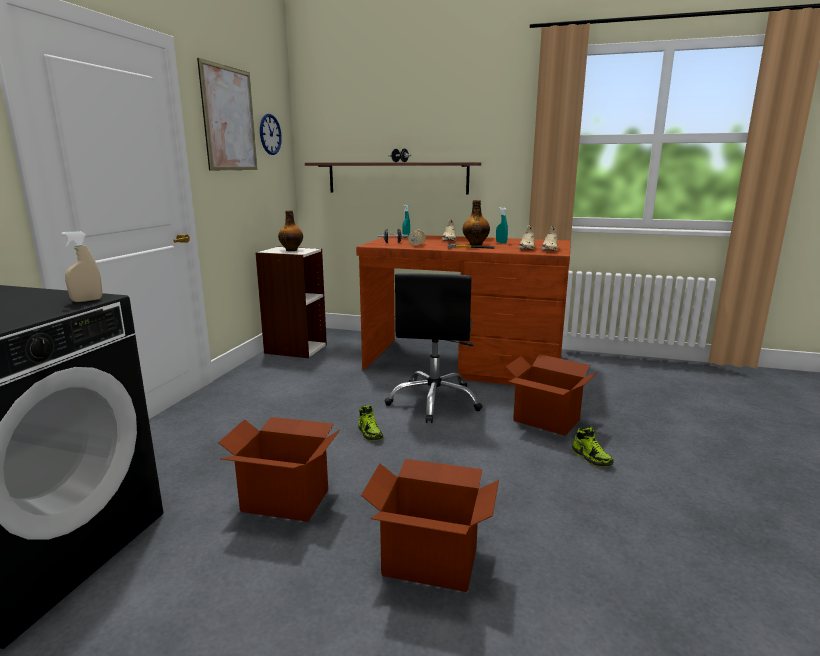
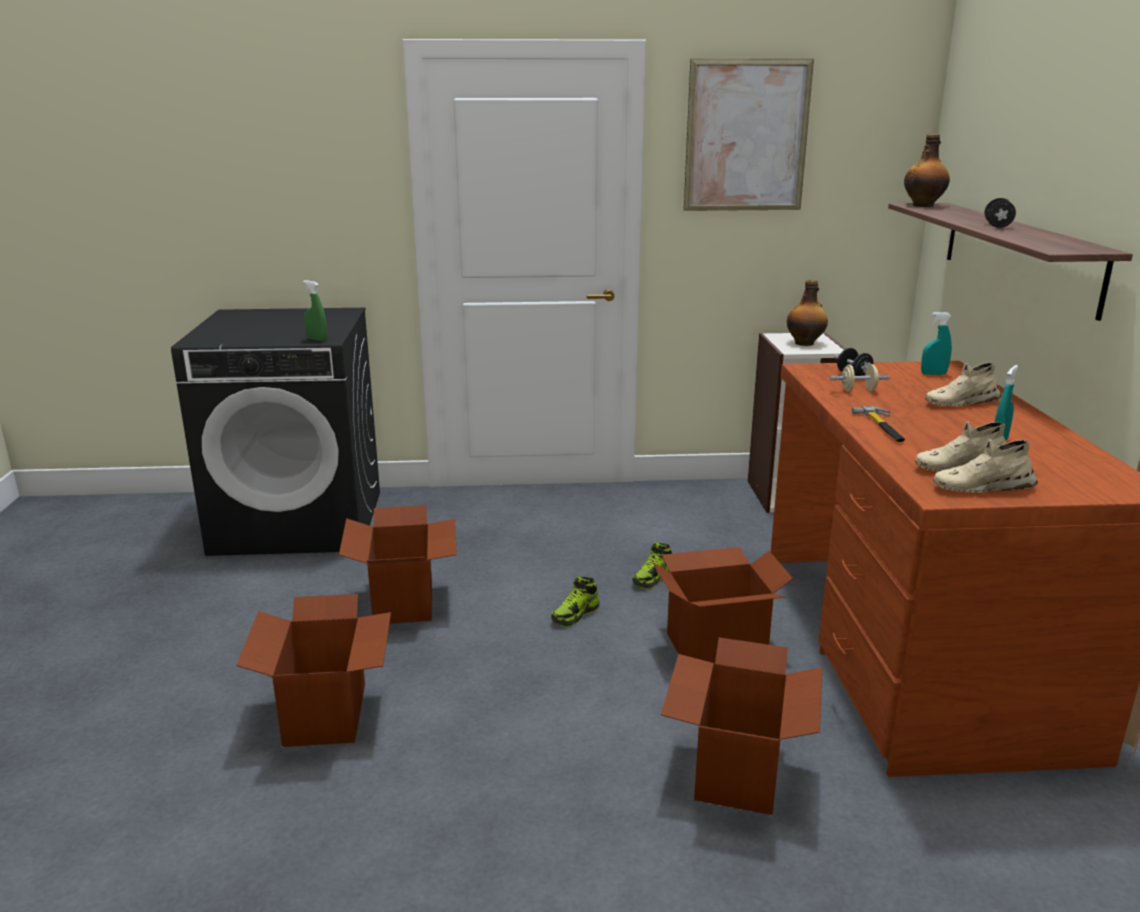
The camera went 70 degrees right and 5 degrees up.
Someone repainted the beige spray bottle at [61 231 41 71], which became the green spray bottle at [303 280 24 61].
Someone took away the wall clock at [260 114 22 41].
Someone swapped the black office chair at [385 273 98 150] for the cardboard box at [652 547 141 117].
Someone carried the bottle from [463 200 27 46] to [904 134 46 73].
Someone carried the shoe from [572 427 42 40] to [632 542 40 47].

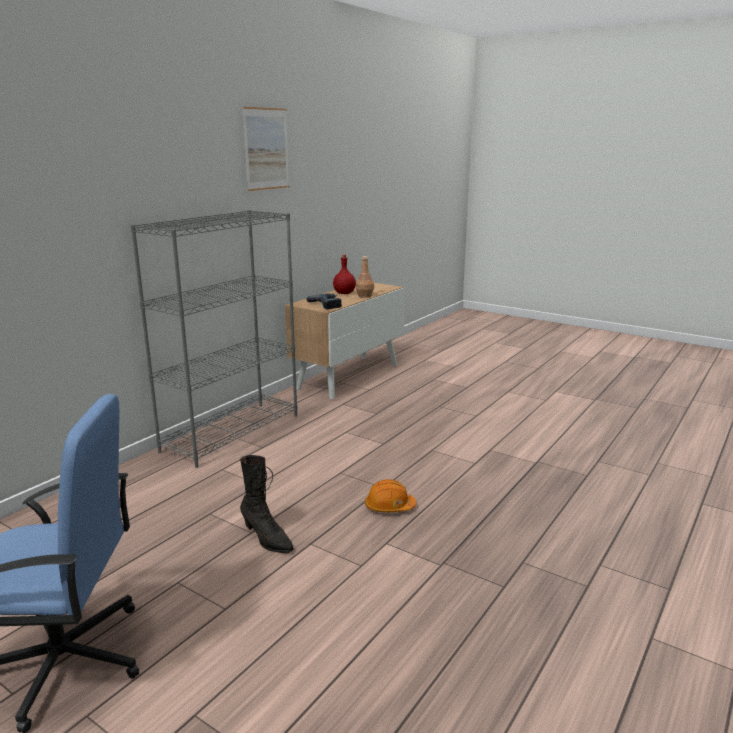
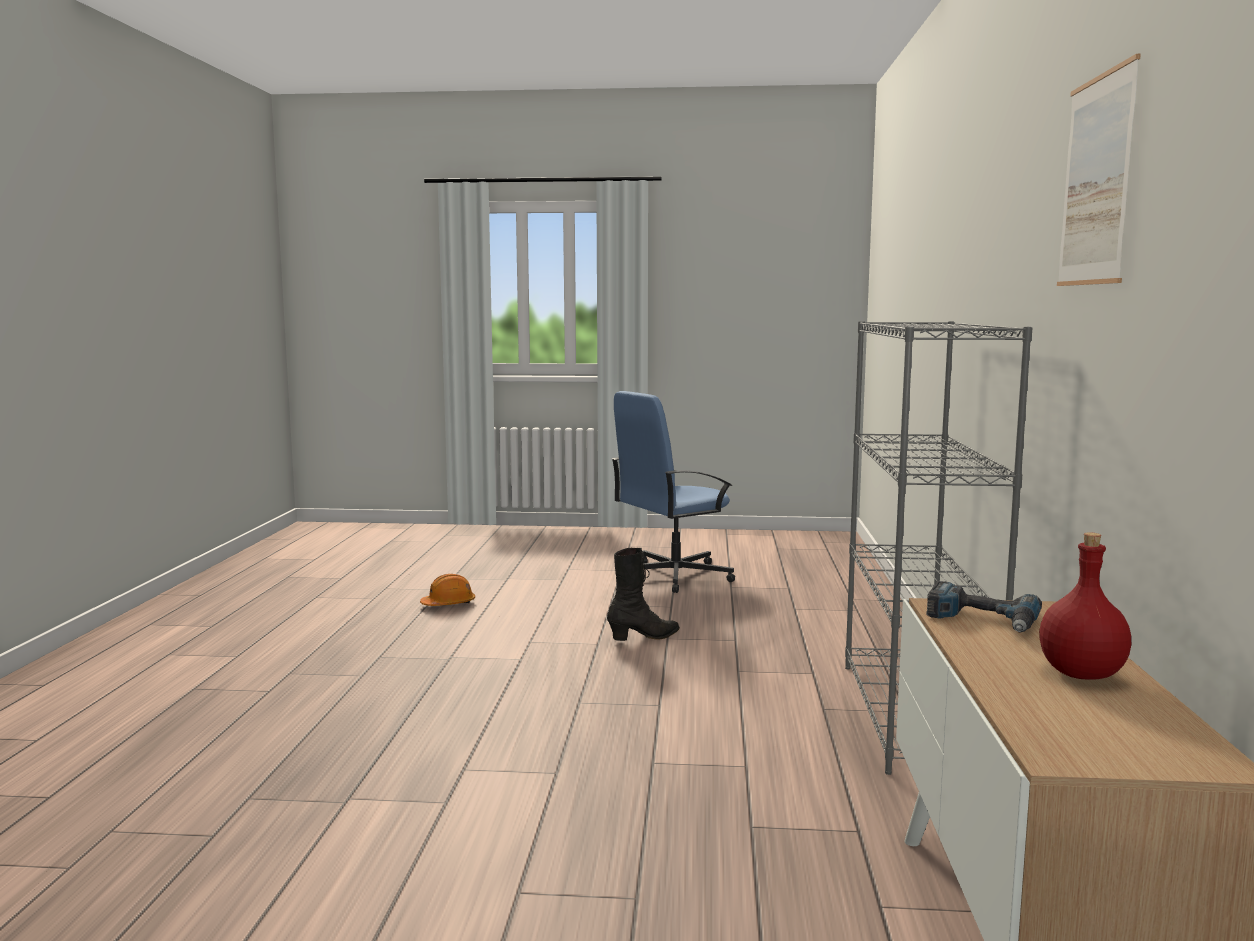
The camera went 150 degrees right and 10 degrees down.
Someone rotated the black boot at [240 455 54 98] by 135 degrees clockwise.
Someone took away the brown bottle at [356 256 18 42].
Someone carried the orange hard hat from [365 479 51 33] to [420 574 55 32].

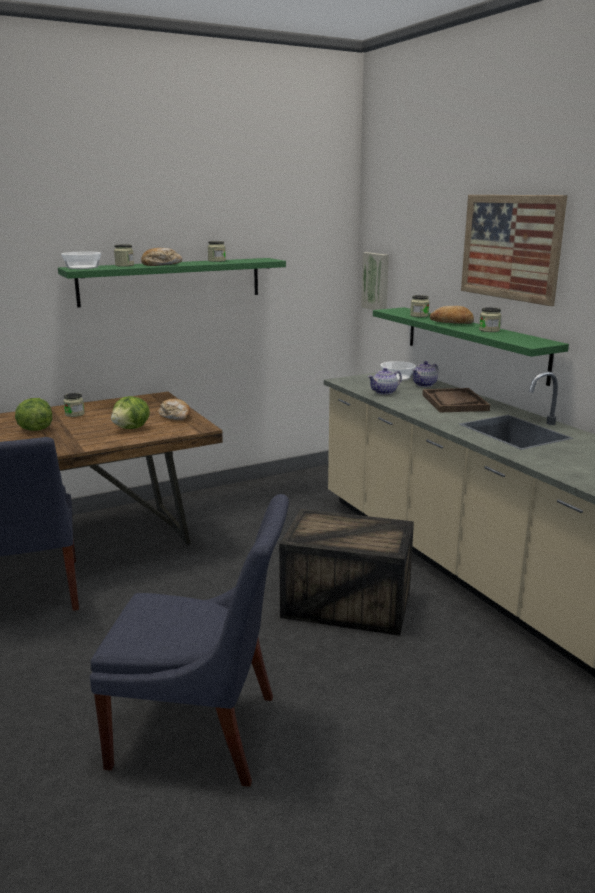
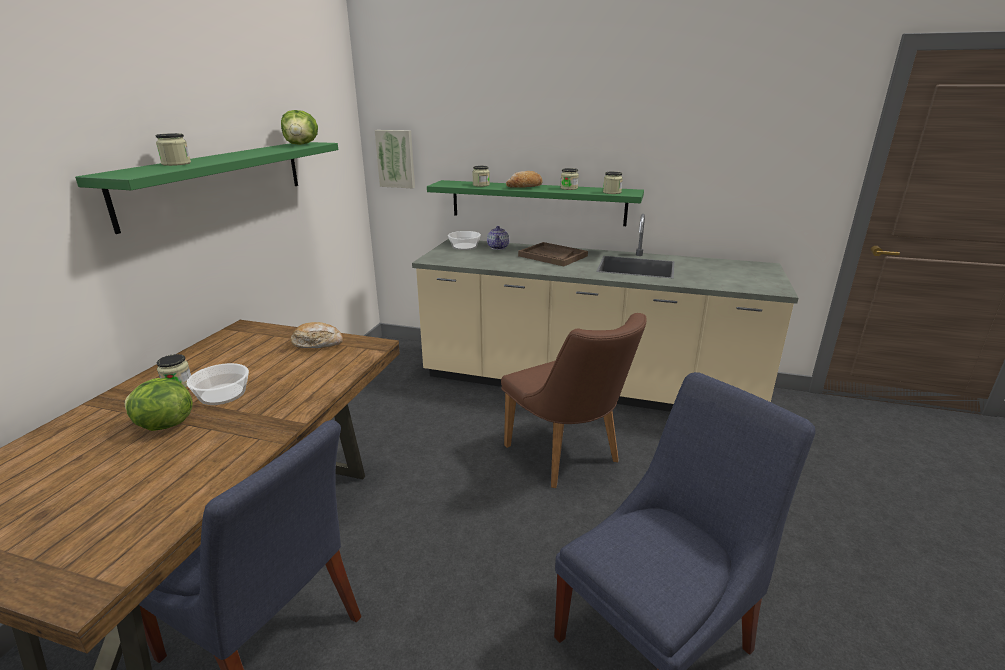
The camera went 45 degrees left and 5 degrees up.
Someone carried the bowl from [61 251 40 18] to [187 363 62 42].
Someone carried the lettuce from [111 396 39 33] to [281 110 37 35].
Someone took away the bread at [141 248 41 18].
Someone carried the jar from [208 241 18 21] to [603 171 20 23].
Someone swapped the crate at [279 509 135 127] for the brown chair at [501 313 146 175].
Someone took away the teapot at [368 368 34 27].
Someone took away the picture at [461 195 106 111].

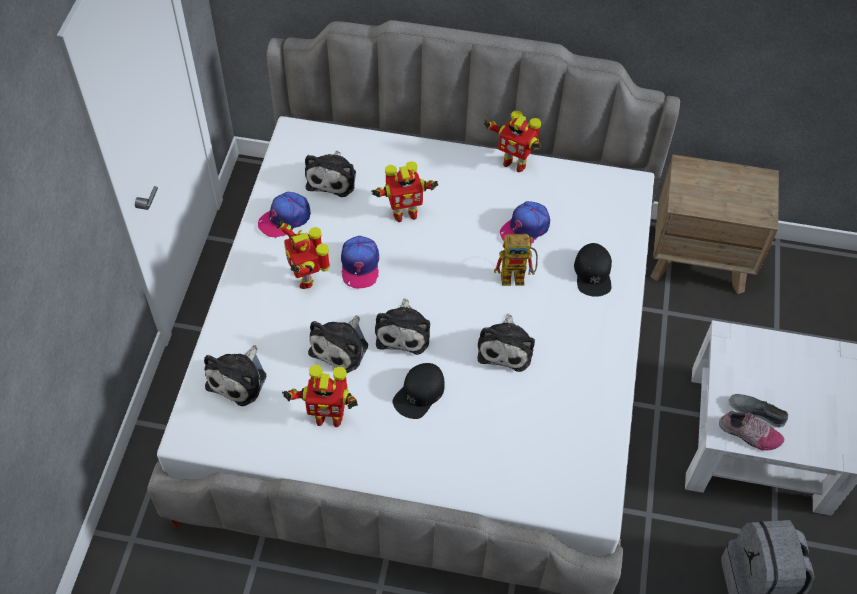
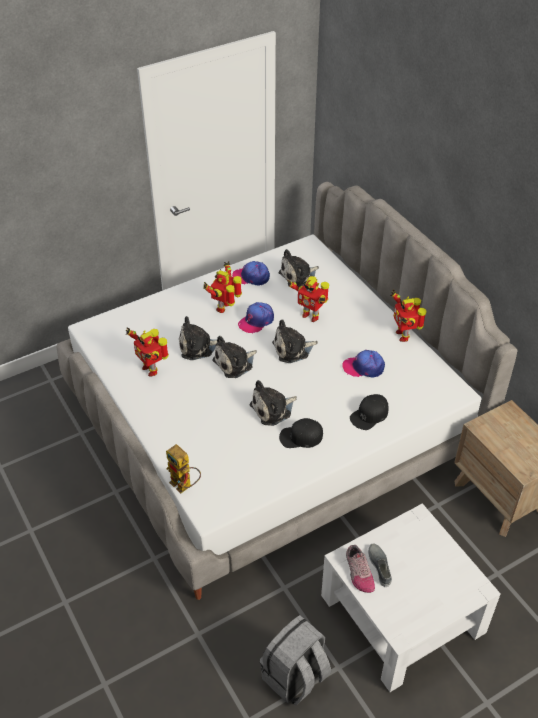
The camera went 50 degrees right and 10 degrees down.
Someone carried the plush toy from [204 345 62 61] to [272 319 46 44].
Someone carried the black cap from [393 363 52 56] to [279 418 44 30].
Someone carried the toy robot from [494 234 44 52] to [166 444 35 49].

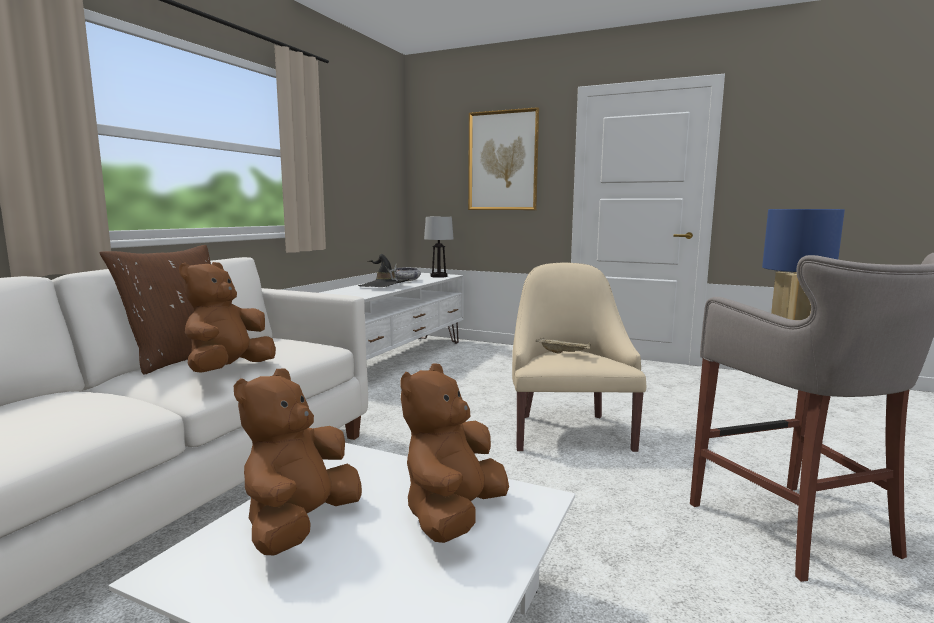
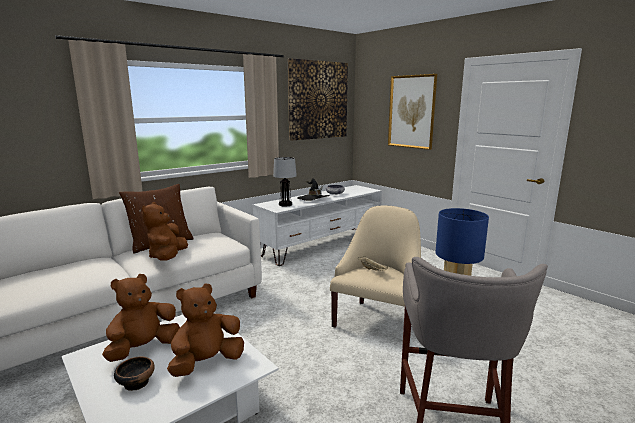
The camera went 25 degrees right and 5 degrees up.
Someone rotated the brown plush toy at [179 262 97 111] by 45 degrees counterclockwise.
Someone carried the table lamp from [424 217 30 61] to [273 157 24 50].
Someone put down the bowl at [114 356 41 35].
Someone put up the picture at [288 58 60 83].

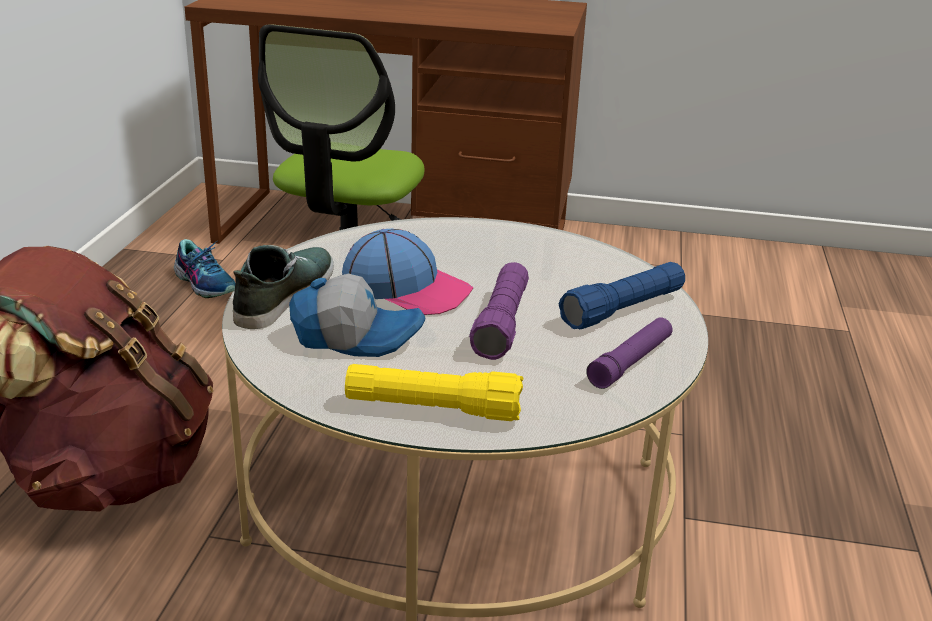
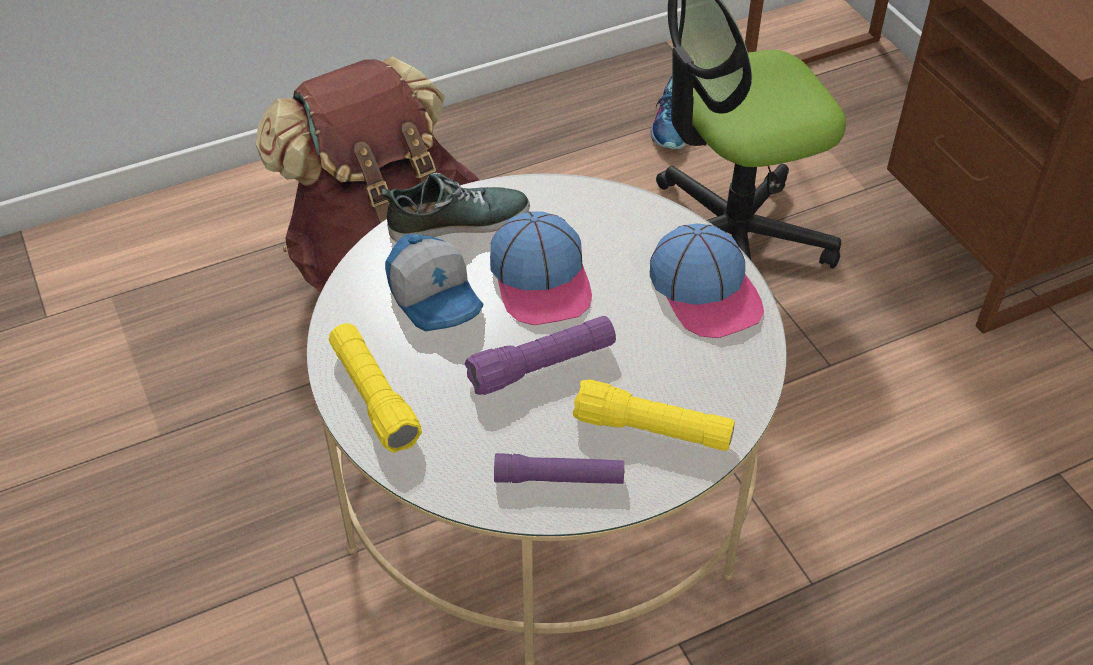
The camera went 55 degrees right and 20 degrees up.
Someone repainted the blue flashlight at [559 262 126 67], which became the yellow flashlight at [573 379 162 72].
Someone put down the cap at [650 223 114 115].

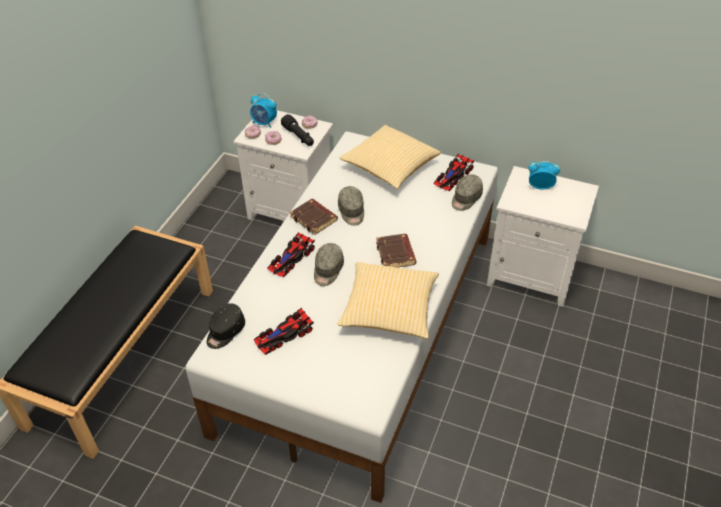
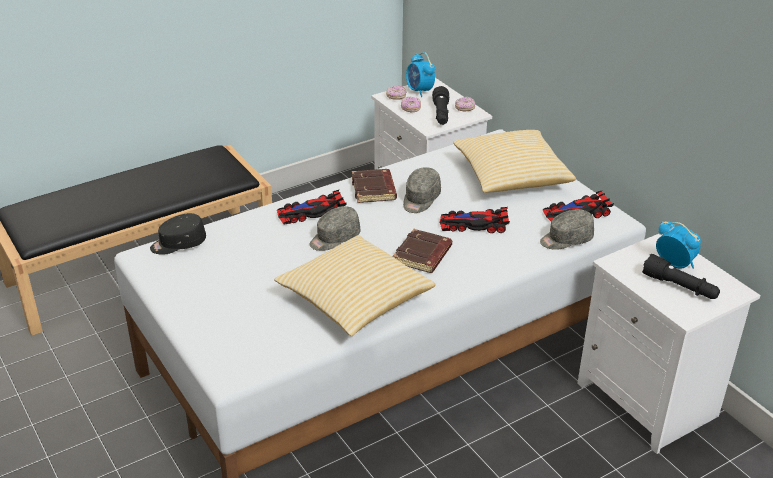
The camera went 35 degrees right and 10 degrees down.
Someone carried the toy car from [254 308 60 47] to [439 207 71 26].
Someone put down the black flashlight at [642 254 78 45].

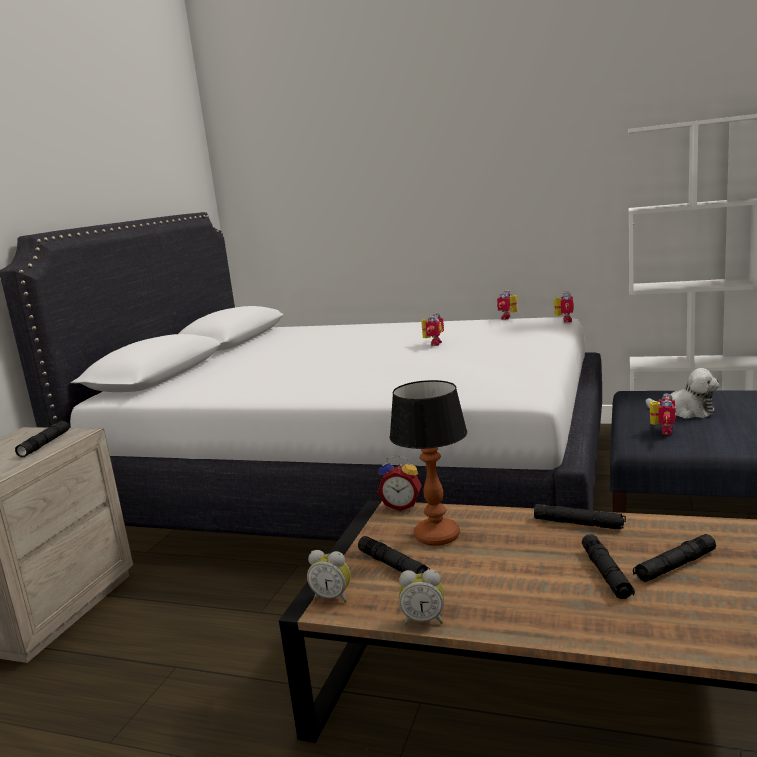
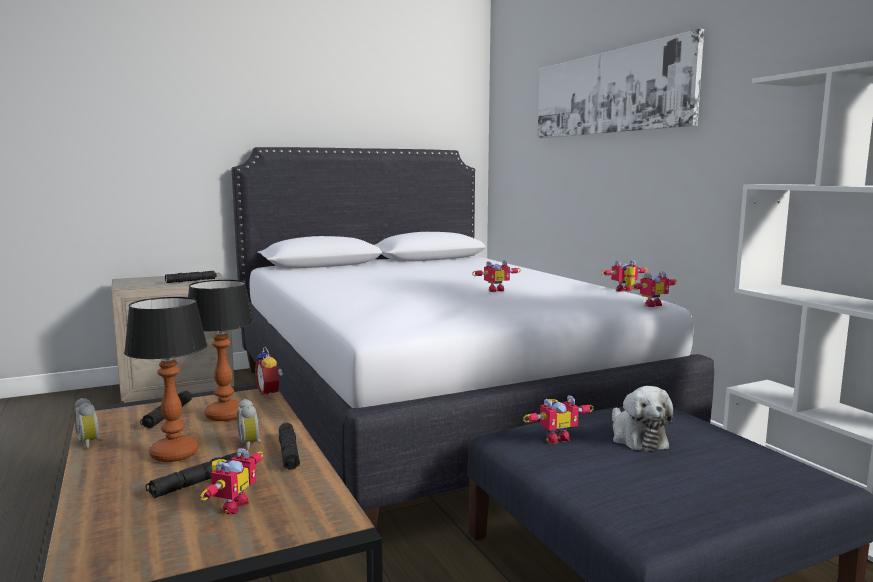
The camera went 45 degrees right and 5 degrees down.
Someone carried the alarm clock from [307 550 44 53] to [237 399 24 52].
Someone swapped the black flashlight at [633 534 83 48] for the toy robot at [200 448 63 67].
Someone put down the table lamp at [124 297 84 165].
Someone put up the picture at [538 29 166 109].

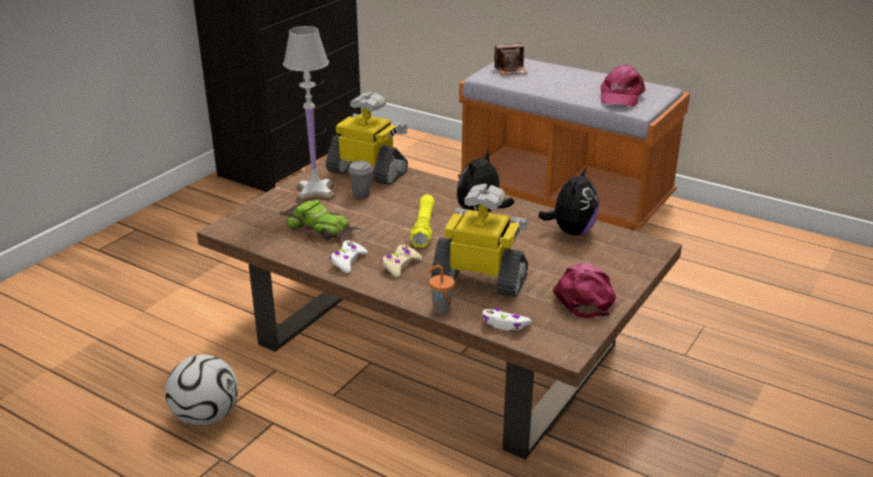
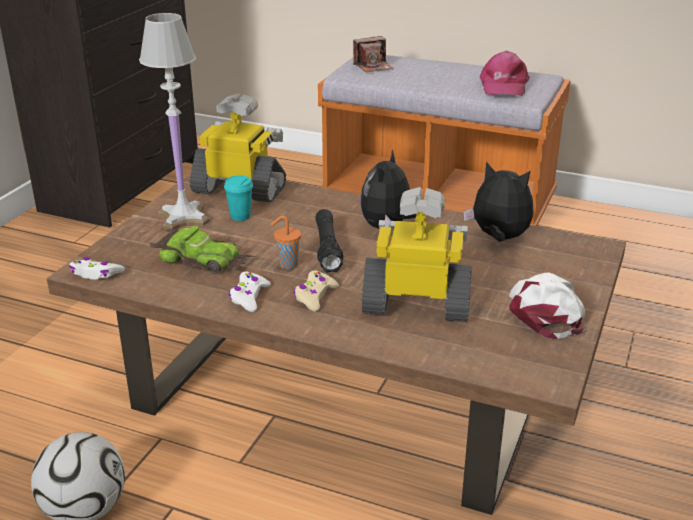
The camera went 10 degrees left and 0 degrees up.
Someone repainted the grey cup at [348 161 25 38], which became the turquoise cup at [224 175 29 46].
Someone repainted the yellow flashlight at [410 195 25 53], which became the black flashlight at [315 209 28 64].
Someone carried the orange cup from [427 265 28 49] to [271 216 30 53].
Someone carried the white game controller from [482 308 50 22] to [69 257 56 23].
Someone rotated the plush toy at [538 166 61 70] by 75 degrees counterclockwise.
Someone repainted the pink cap at [553 263 63 55], which became the white cap at [509 272 76 67].

